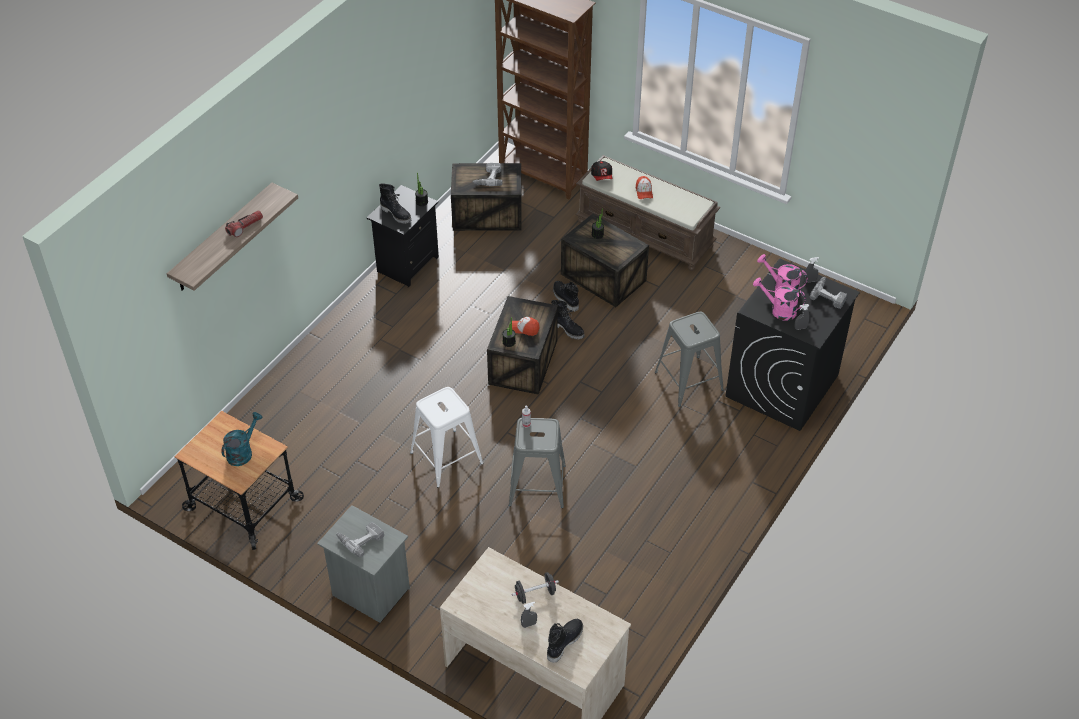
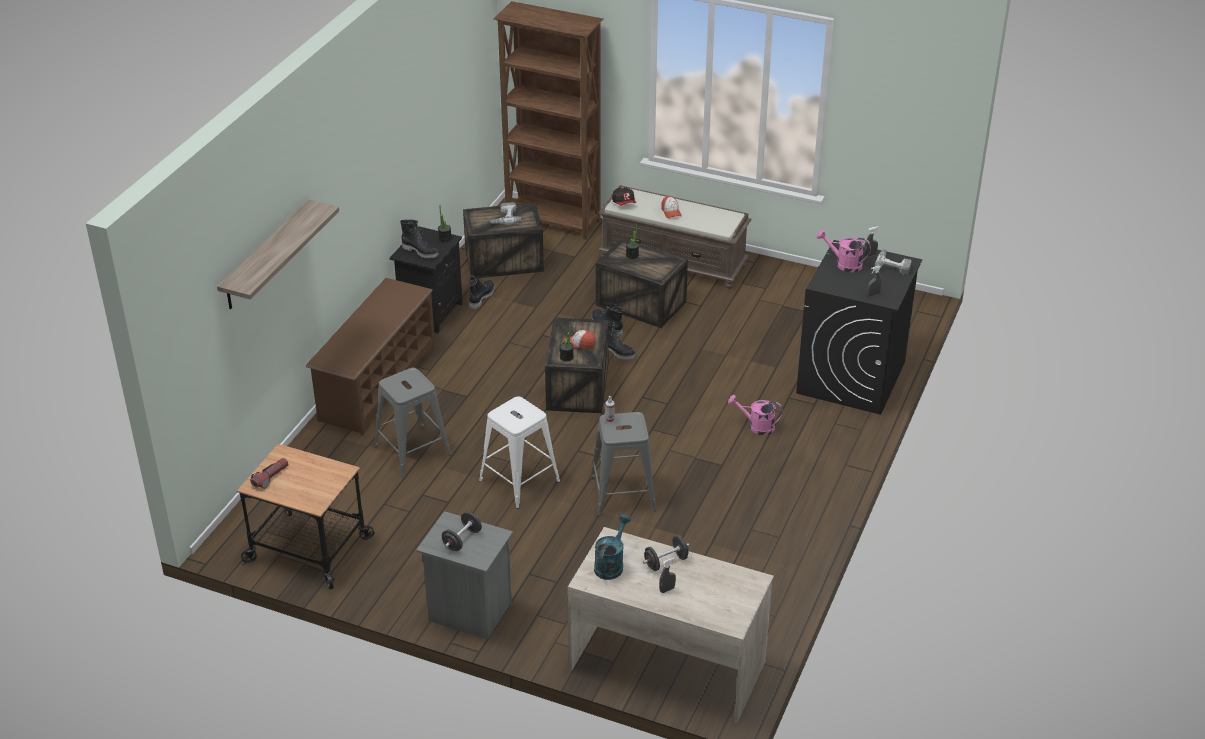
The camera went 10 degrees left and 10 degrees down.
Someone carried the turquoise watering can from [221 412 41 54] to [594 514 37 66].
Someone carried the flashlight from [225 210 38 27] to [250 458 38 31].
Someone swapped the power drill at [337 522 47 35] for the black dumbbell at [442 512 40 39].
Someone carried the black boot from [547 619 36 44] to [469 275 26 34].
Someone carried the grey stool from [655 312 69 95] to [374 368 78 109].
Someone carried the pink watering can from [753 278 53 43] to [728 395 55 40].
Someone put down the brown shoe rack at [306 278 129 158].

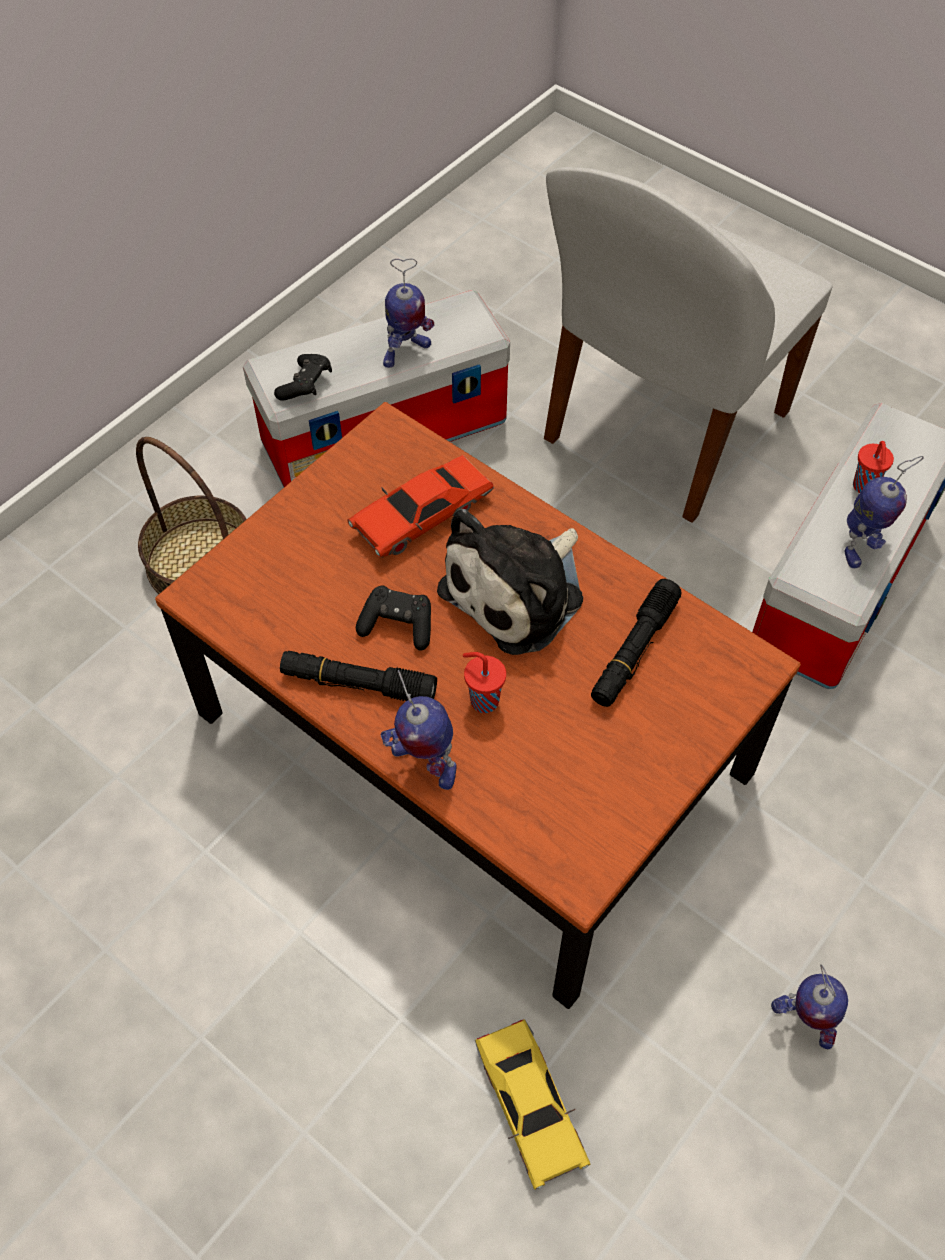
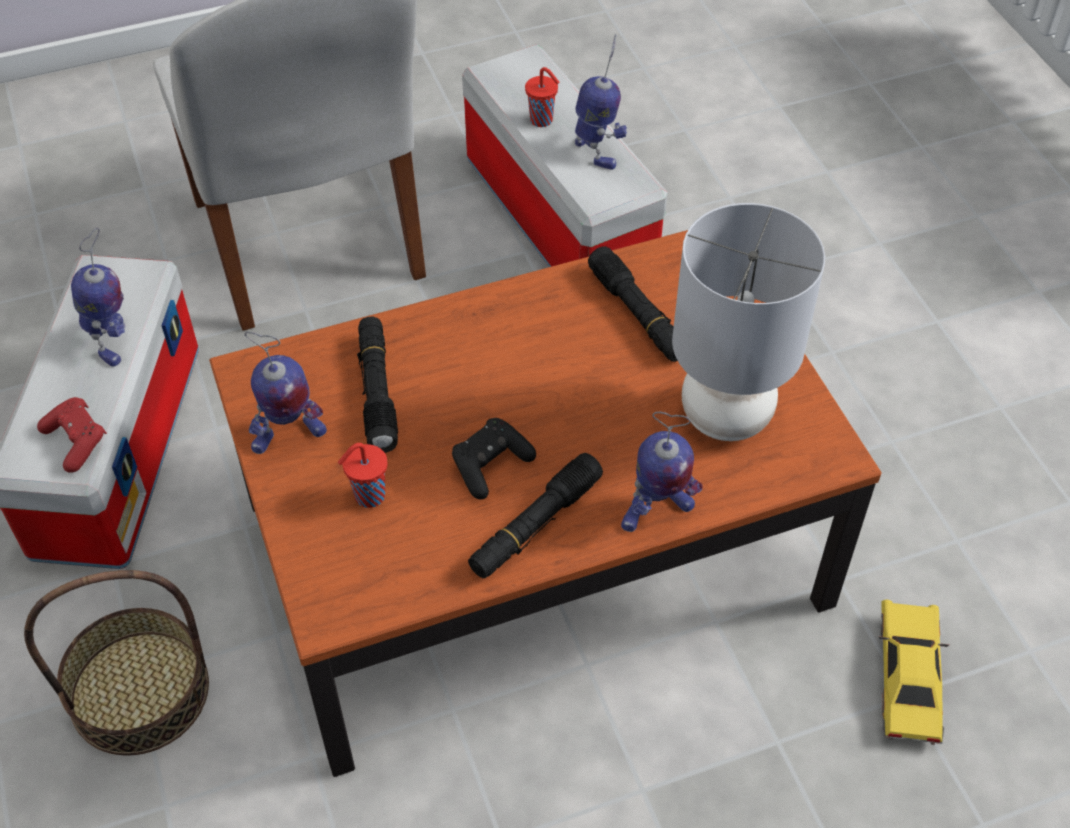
The camera went 60 degrees left and 5 degrees down.
Someone repainted the black game controller at [274 354 58 47], which became the red game controller at [37 397 70 76].
Someone swapped the red toy car at [347 455 147 103] for the black flashlight at [357 317 41 136].
Someone took away the plush toy at [437 509 146 146].
Someone carried the red cup from [463 652 43 61] to [338 443 50 65].
Someone rotated the yellow toy car at [475 1019 115 171] by 90 degrees counterclockwise.
Someone carried the toy robot from [771 964 77 85] to [245 332 82 122].
Someone put down the grey table lamp at [672 203 153 238].

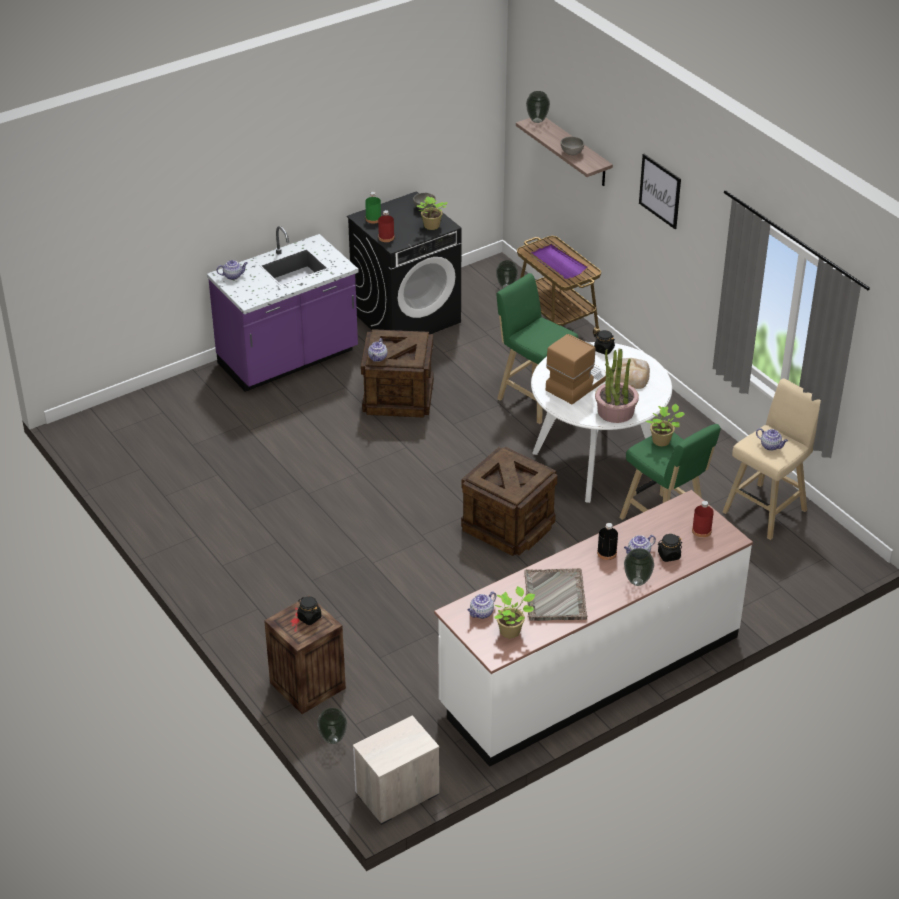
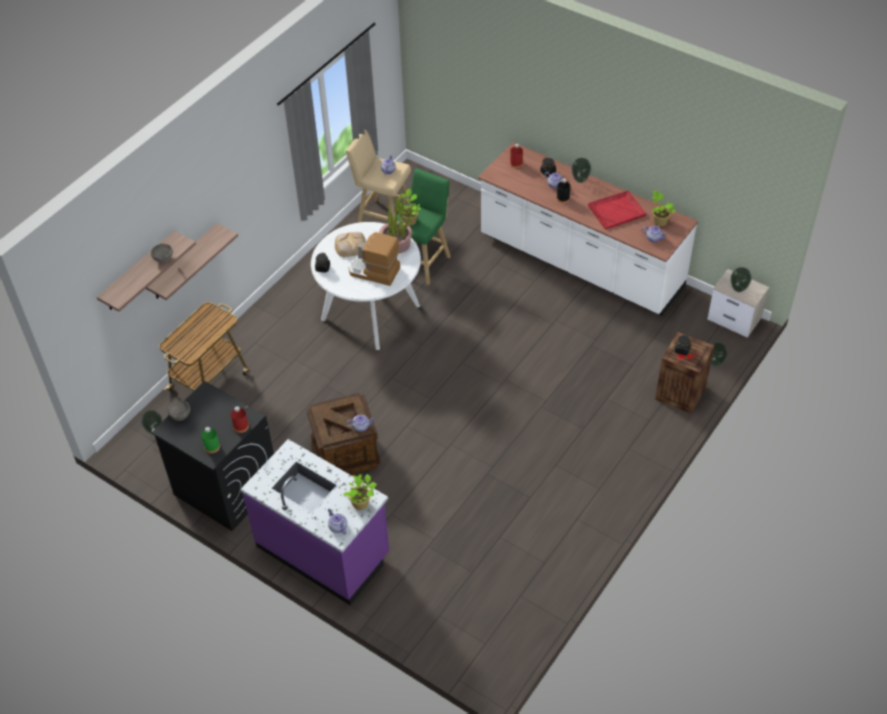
The camera went 110 degrees left and 10 degrees up.
Someone carried the potted plant from [416 196 32 34] to [343 474 34 36].
Someone took away the crate at [461 447 97 109].
Someone took away the green stool at [496 273 82 151].
Someone repainted the grey tray at [524 568 63 53], which became the red tray at [588 190 58 40].
Someone carried the vase from [526 91 24 32] to [731 267 20 25].
Someone took away the purple tray at [531 244 57 35].
Someone took away the picture at [639 154 42 75].
Someone put up the shelf at [146 223 92 77].

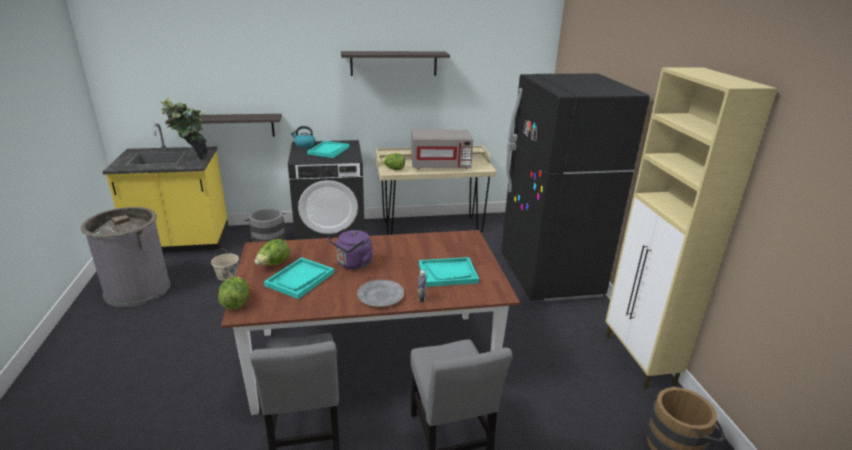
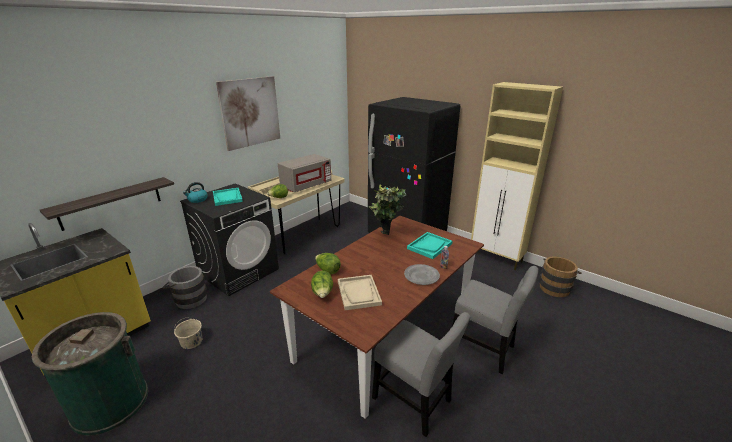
The camera went 40 degrees left and 0 degrees up.
Someone repainted the grey trash can at [81 207 89 100], which became the green trash can at [32 312 116 124].
Someone carried the potted plant from [160 97 48 62] to [369 185 37 50].
Someone carried the lettuce from [218 277 31 33] to [315 253 26 22].
Someone repainted the turquoise tray at [264 257 70 42], which became the beige tray at [338 275 44 35].
Someone took away the purple kettle at [328 229 45 40].
Someone swapped the shelf at [341 51 109 25] for the picture at [216 76 64 75].

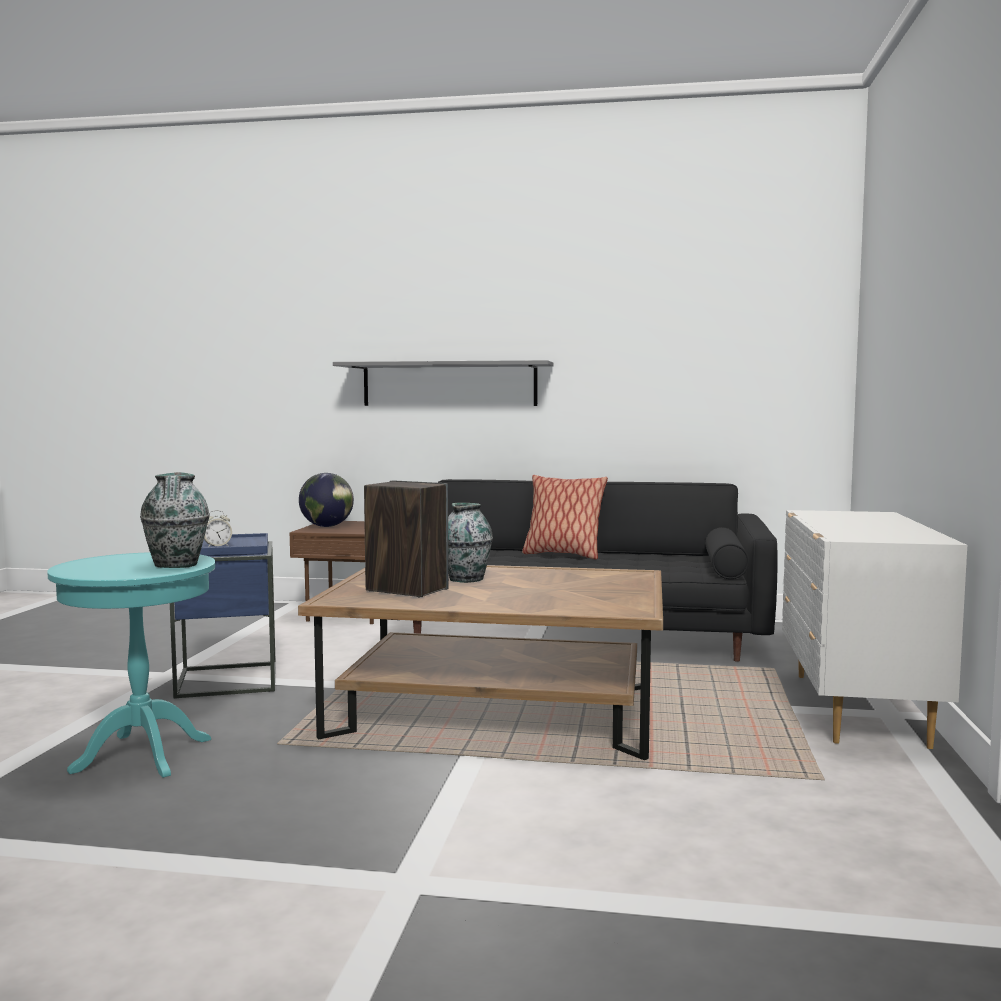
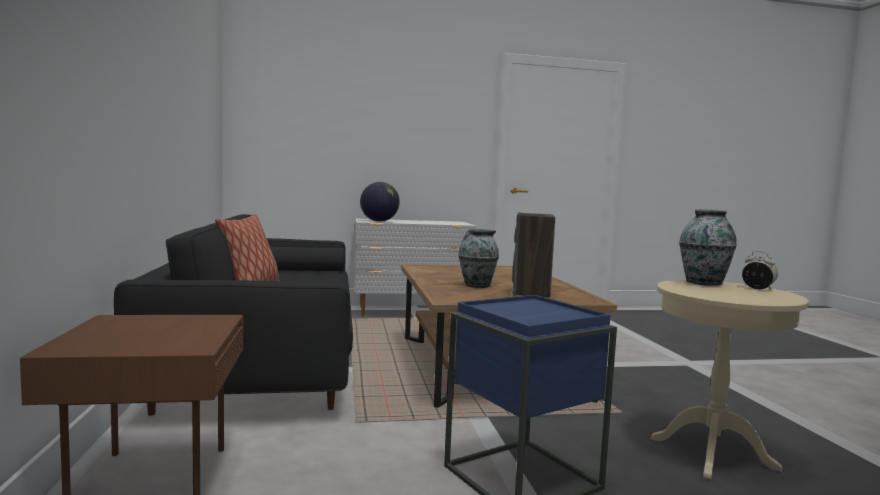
The camera went 110 degrees left and 0 degrees up.
Someone repainted the turquoise side table at [47 552 168 226], which became the beige side table at [650 280 159 200].
Someone carried the alarm clock from [204 510 28 37] to [742 251 36 38].
Someone carried the globe from [299 473 55 54] to [360 182 40 40].
Someone took away the grey shelf at [333 360 221 46].

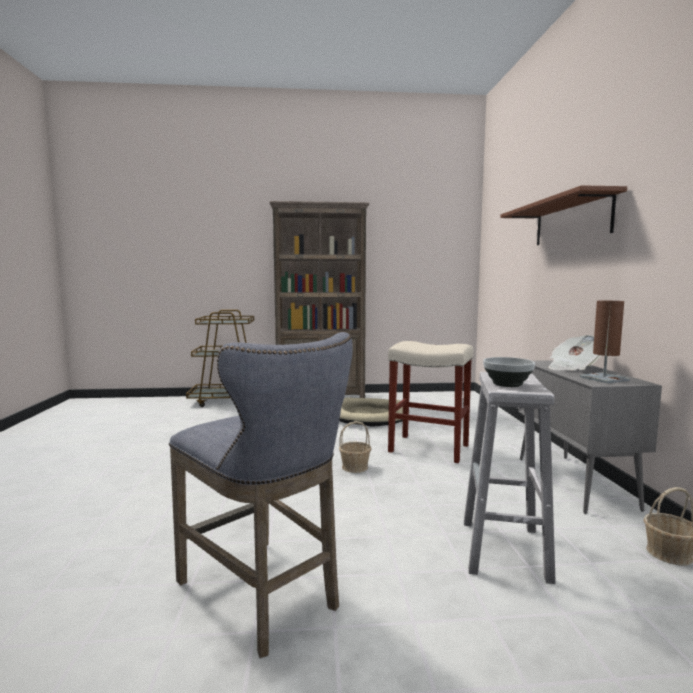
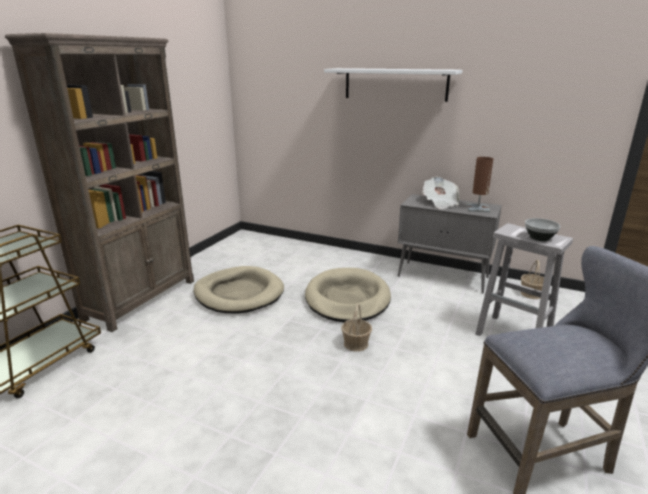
The camera went 60 degrees left and 15 degrees up.
Someone swapped the beige stool at [388 341 86 122] for the beige dog bed at [305 268 86 54].
Someone repainted the brown shelf at [500 185 127 60], which became the white shelf at [324 68 139 34].

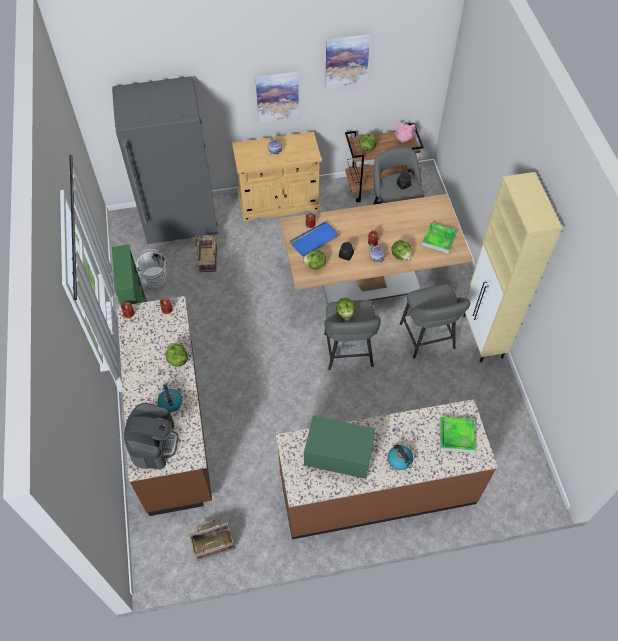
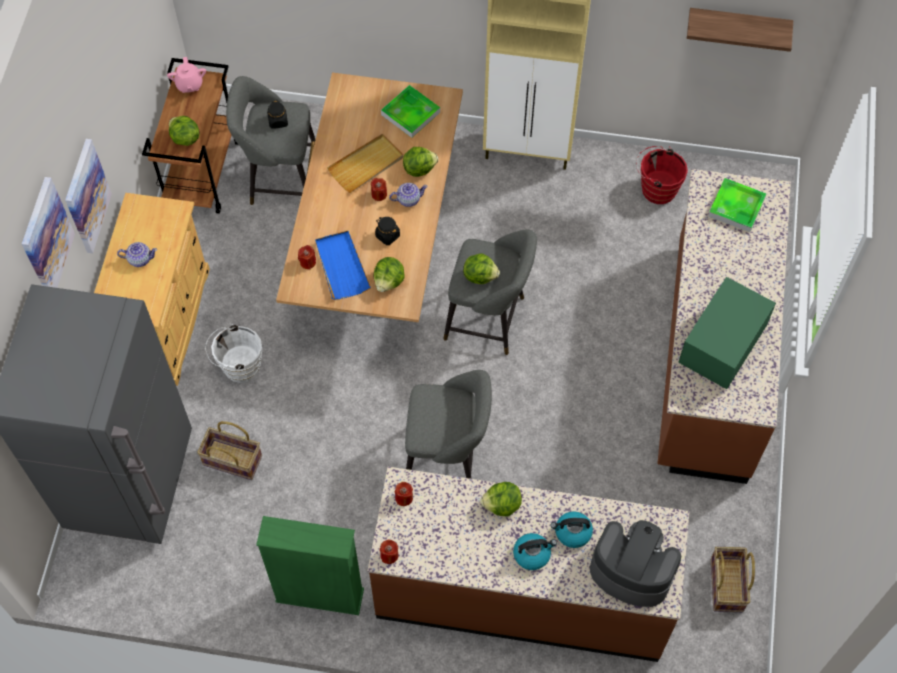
The camera went 70 degrees left and 5 degrees up.
Someone carried the white bucket from [135 249 31 39] to [205 323 57 60].
Someone carried the picture from [325 34 45 55] to [22 177 53 111].
Someone carried the kettle from [388 444 25 26] to [513 533 44 37].
Someone carried the grey stool from [400 284 70 75] to [405 370 87 109].
Someone put down the beige tray at [327 134 76 59].
Someone put down the red bucket at [636 146 52 58].
Someone put up the shelf at [687 8 106 44].

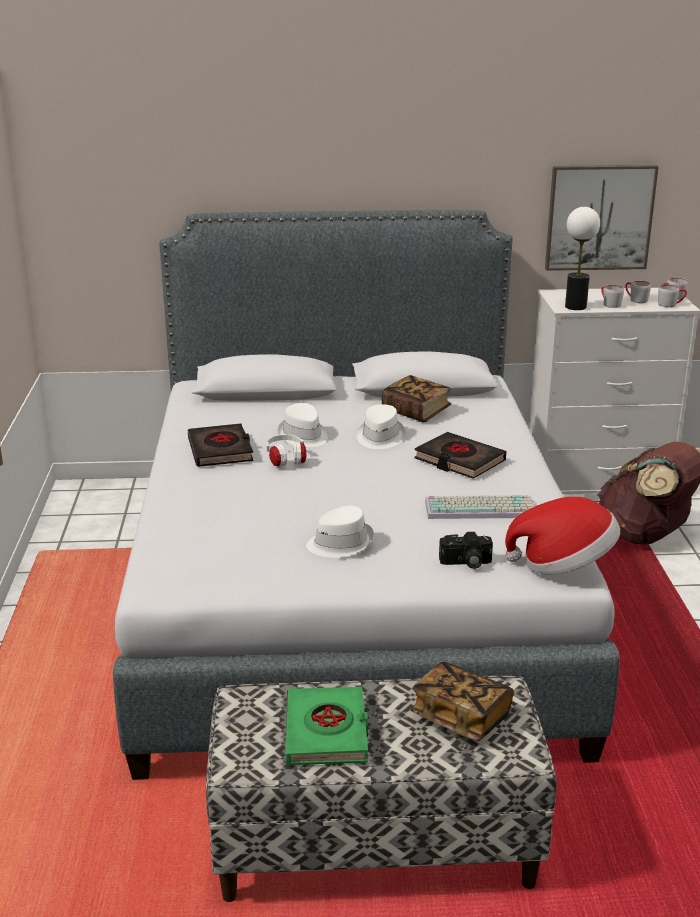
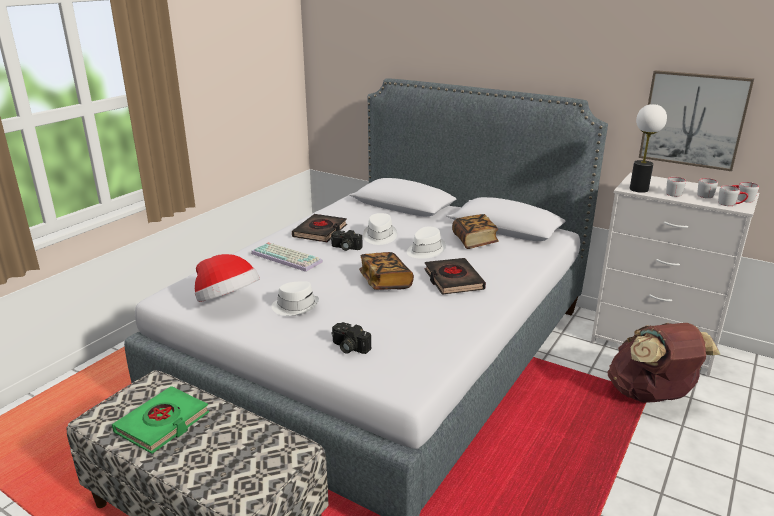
The camera went 35 degrees right and 0 degrees up.
Someone swapped the white headphones at [266 434 40 33] for the photo camera at [331 230 31 21].
Someone carried the book from [410 662 104 79] to [359 252 55 38].
Someone carried the keyboard from [425 495 110 24] to [251 242 72 30].
Someone carried the hat from [505 497 115 78] to [195 254 65 48].

